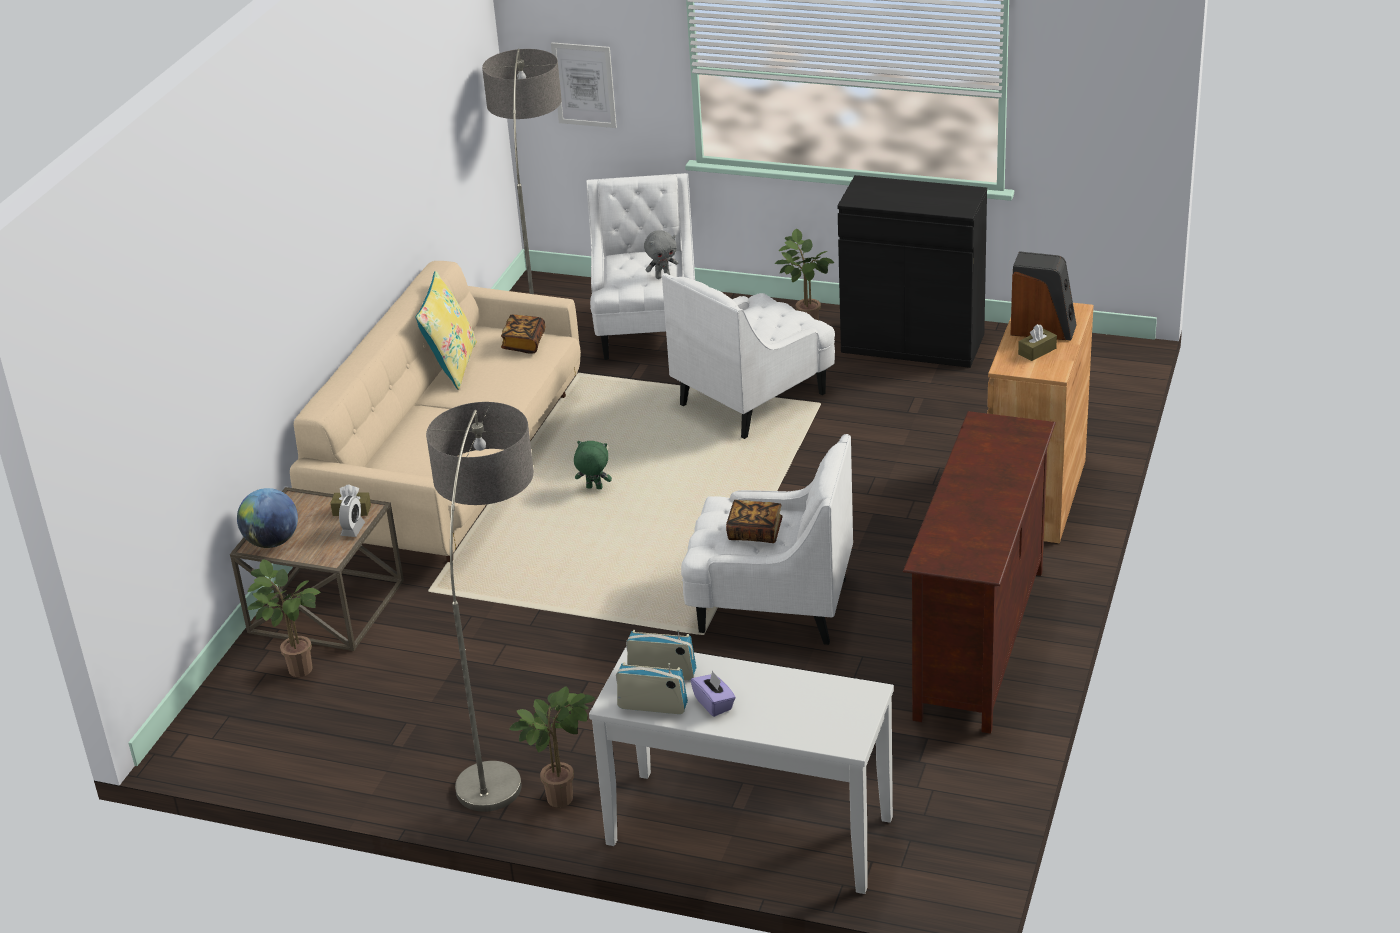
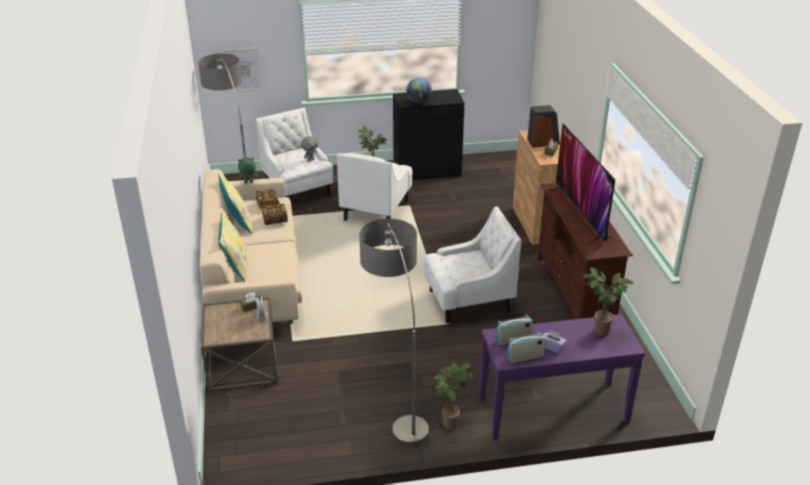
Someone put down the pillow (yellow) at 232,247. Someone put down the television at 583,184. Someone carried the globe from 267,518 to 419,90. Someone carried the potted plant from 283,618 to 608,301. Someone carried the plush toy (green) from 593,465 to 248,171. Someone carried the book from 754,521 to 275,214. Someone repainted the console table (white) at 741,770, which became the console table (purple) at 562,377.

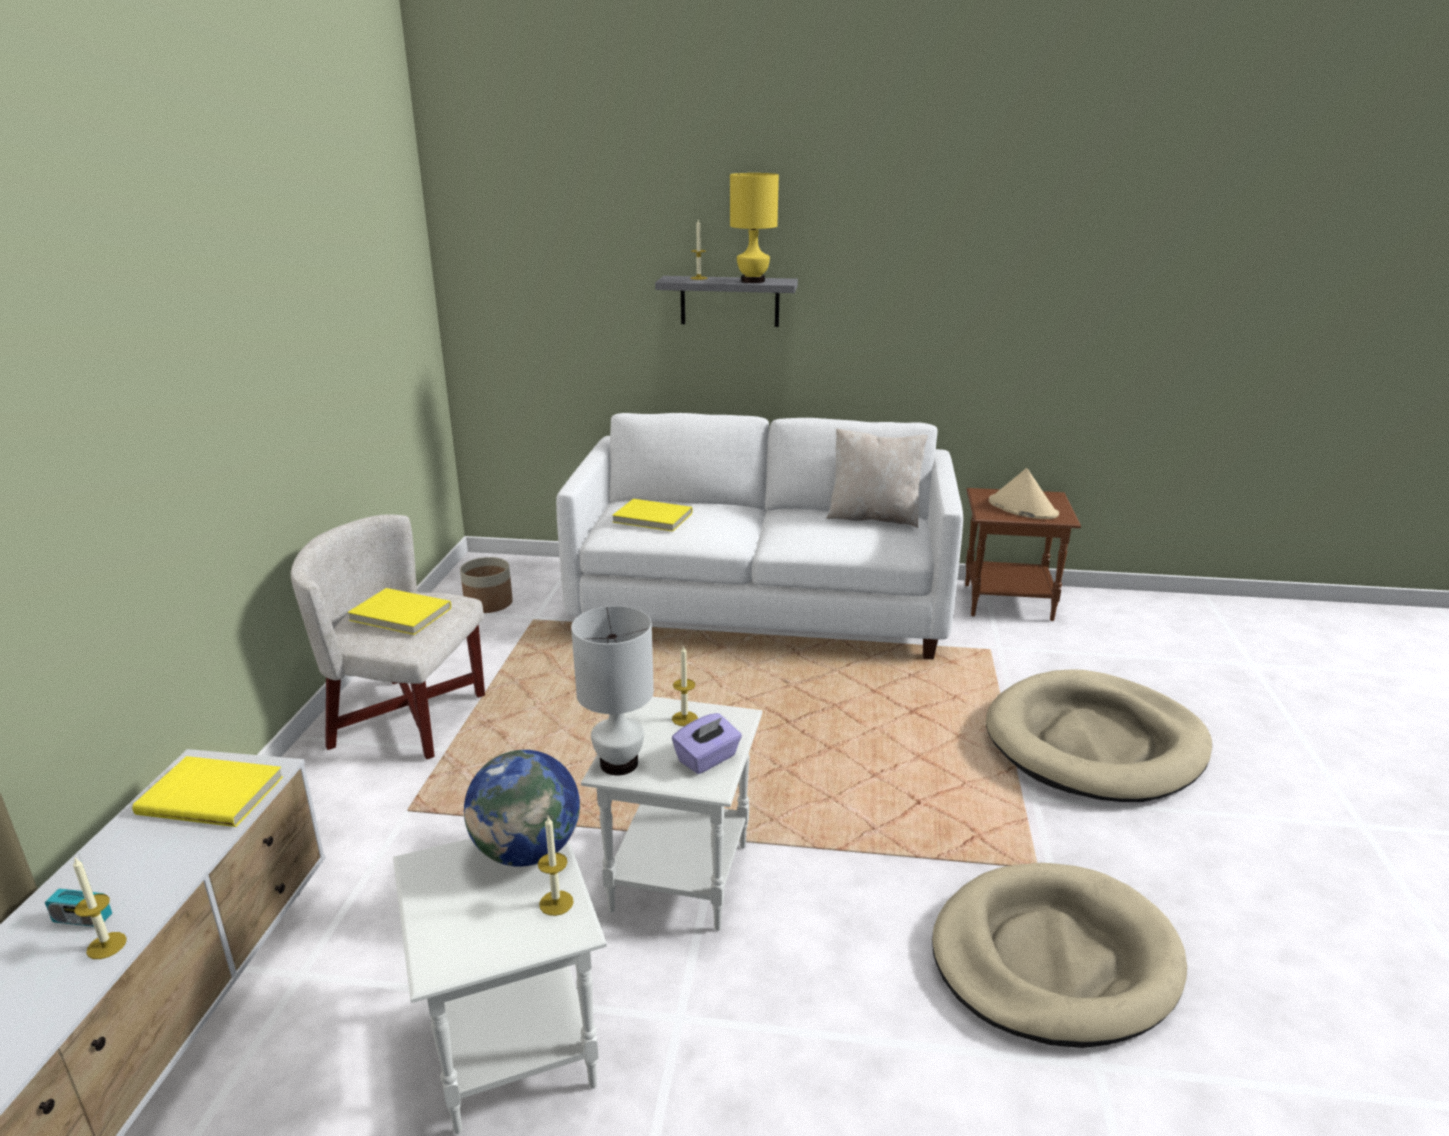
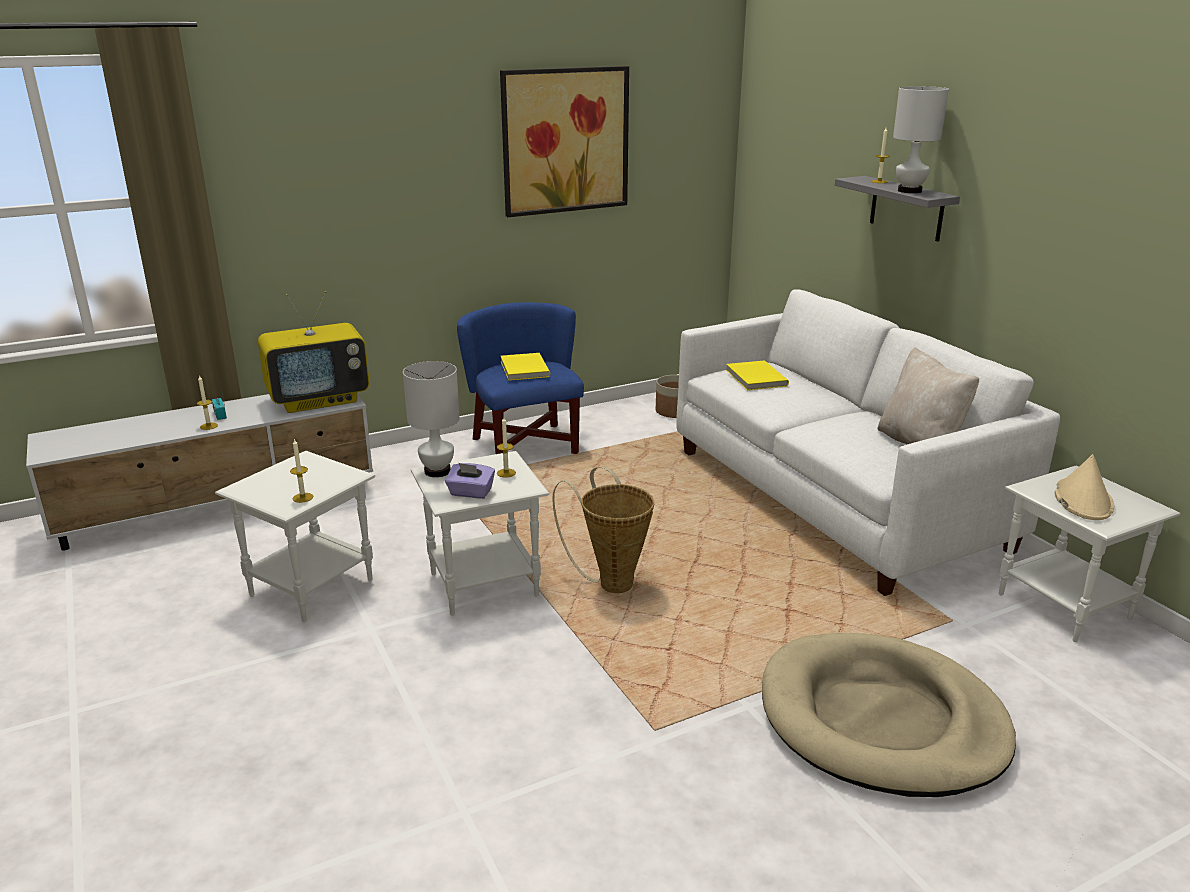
Someone took away the globe at 522,808. Someone took away the dog bed (beige) at 1059,955. Someone put up the picture at 564,141. Someone put down the basket at 603,529. Someone swapped the book (yellow) at 207,791 for the television at 314,352. Someone repainted the armchair (white) at 388,637, which became the armchair (blue) at 520,378. Someone repainted the table lamp (yellow) at 754,228, which became the table lamp (white) at 921,139. Someone repainted the side table (brown) at 1023,554, which became the side table (white) at 1090,553.

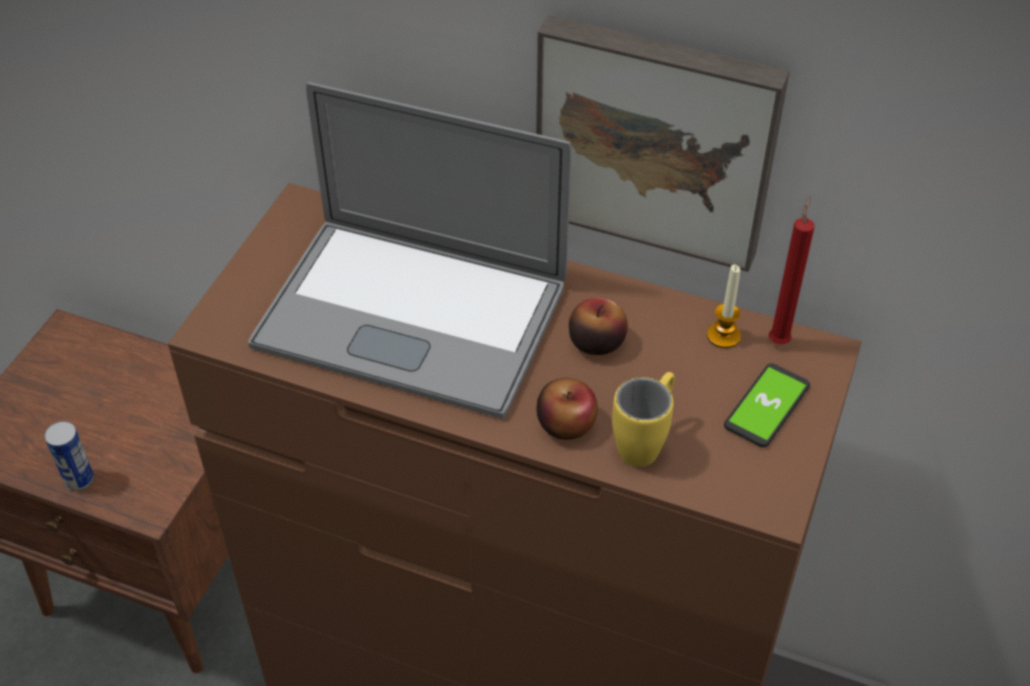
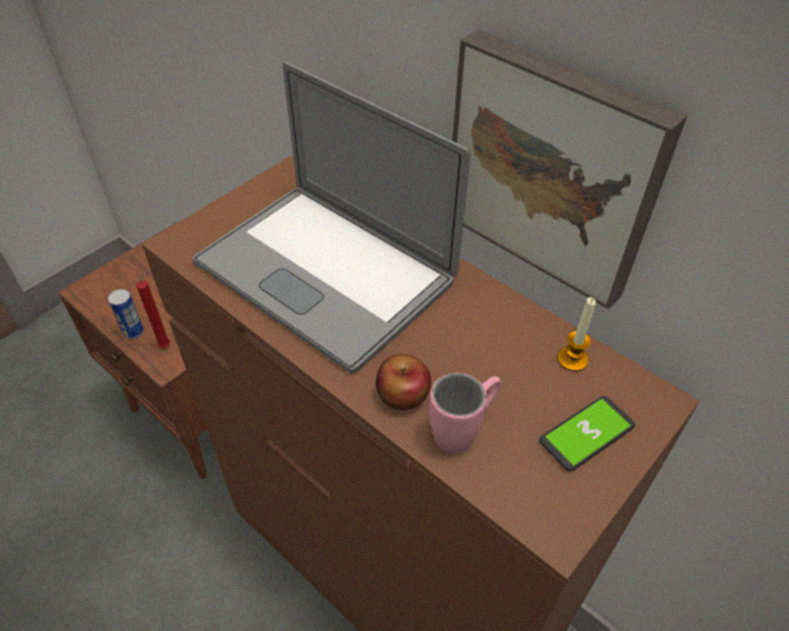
Someone took away the apple at 598,326. Someone carried the candle (red) from 791,270 to 153,309. Someone repainted the mug (yellow) at 643,419, which became the mug (pink) at 465,413.

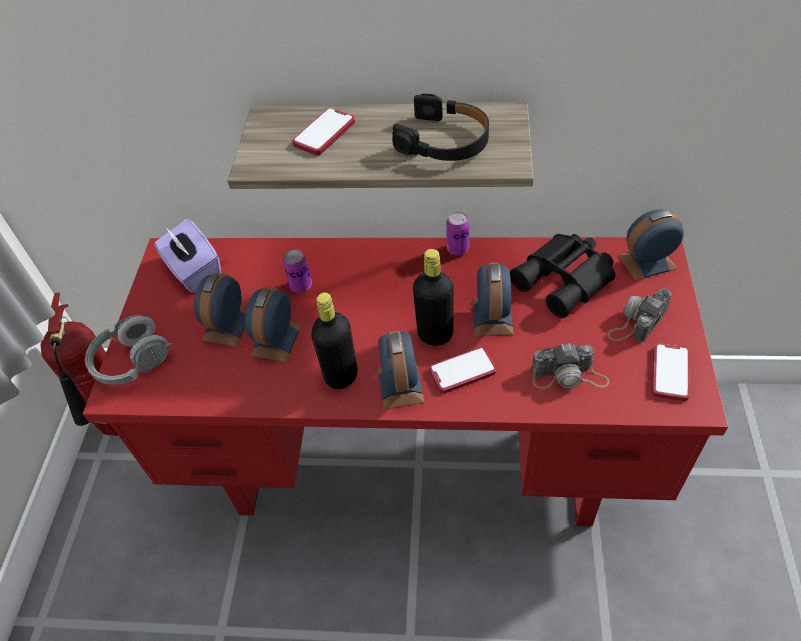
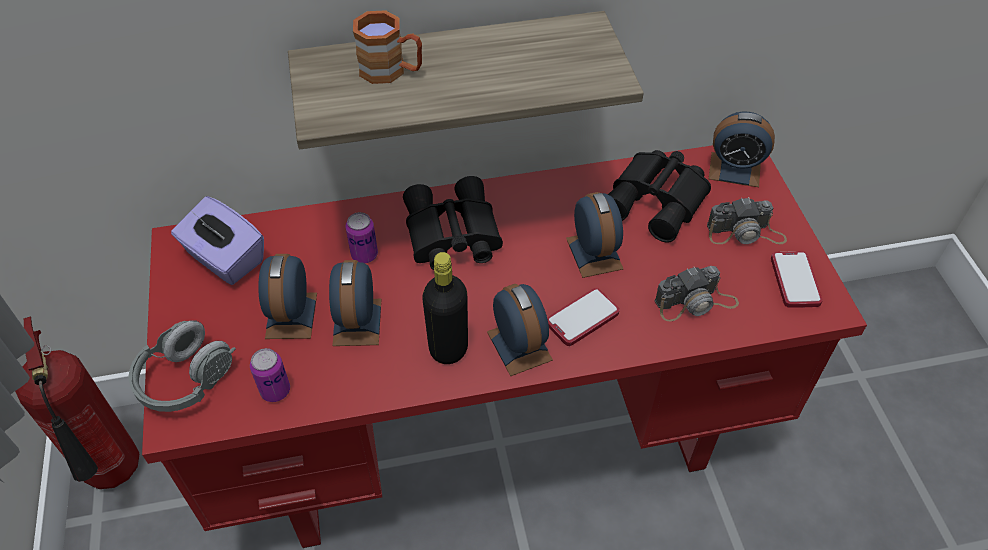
Someone took away the headphones (black) at 440,127. Someone took away the bottle (black) at 433,297. Someone put down the binoculars (black) at 453,223. Someone carried the can from 457,233 to 270,375. Someone swapped the phone at 323,132 for the mug (brown) at 387,47. Someone rotated the photo camera at 640,315 by 120 degrees counterclockwise. Someone rotated the alarm clock at 651,245 by 135 degrees counterclockwise.

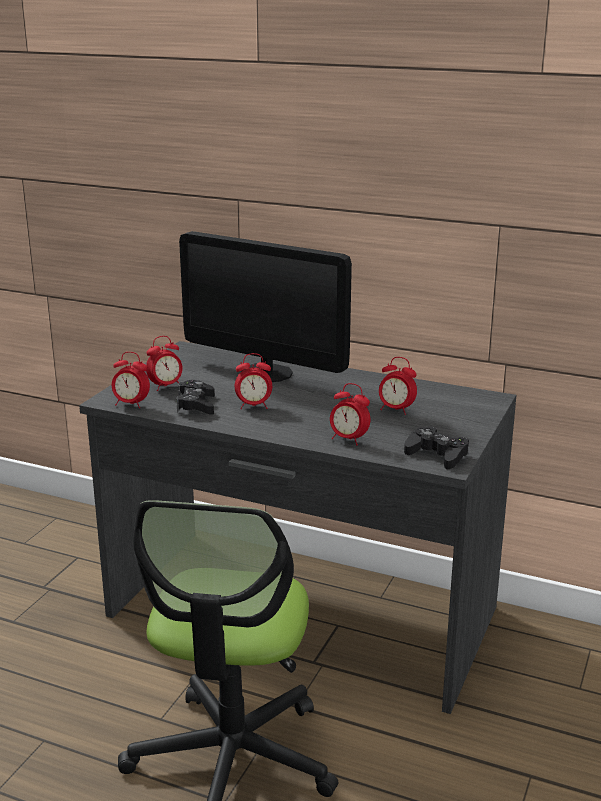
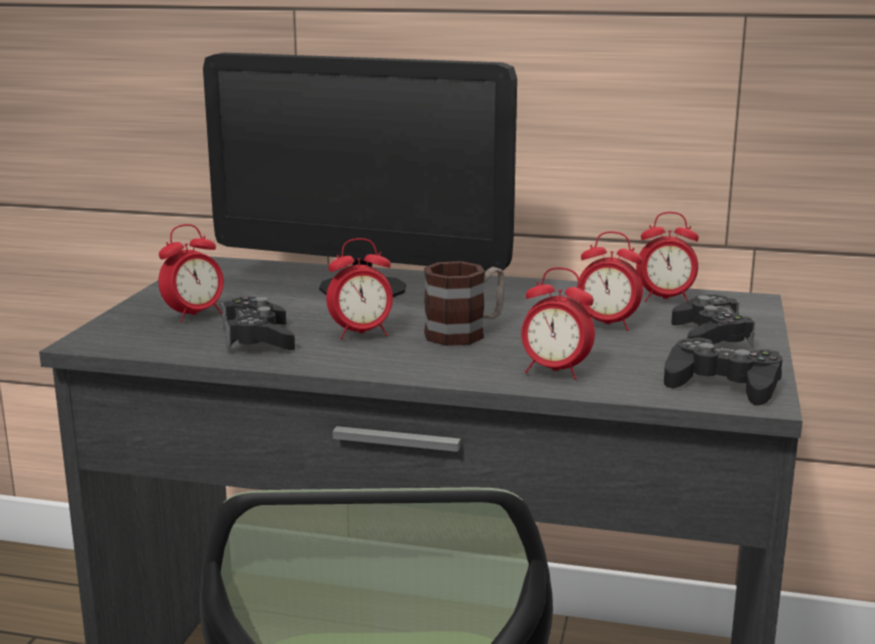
Someone put down the mug at 464,303. Someone put down the game controller (black) at 713,321. Someone carried the alarm clock from 131,380 to 667,257.

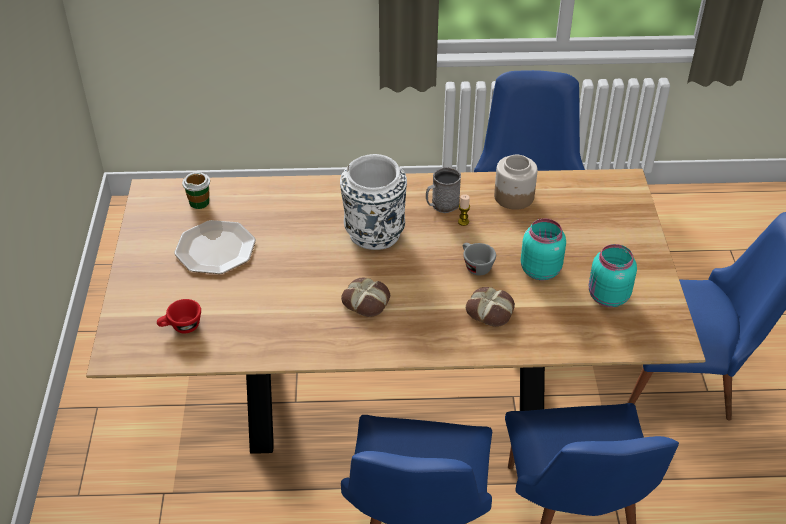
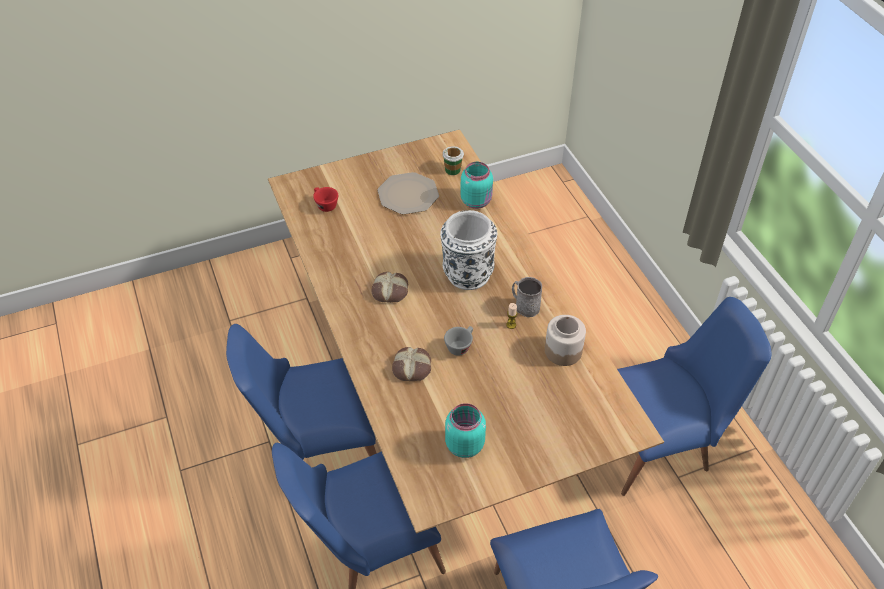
Someone carried the jar (turquoise) from 543,249 to 476,185.

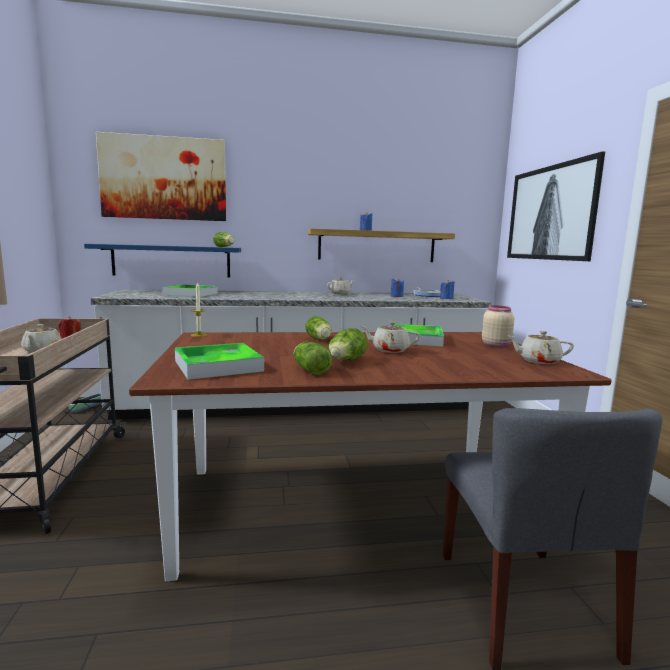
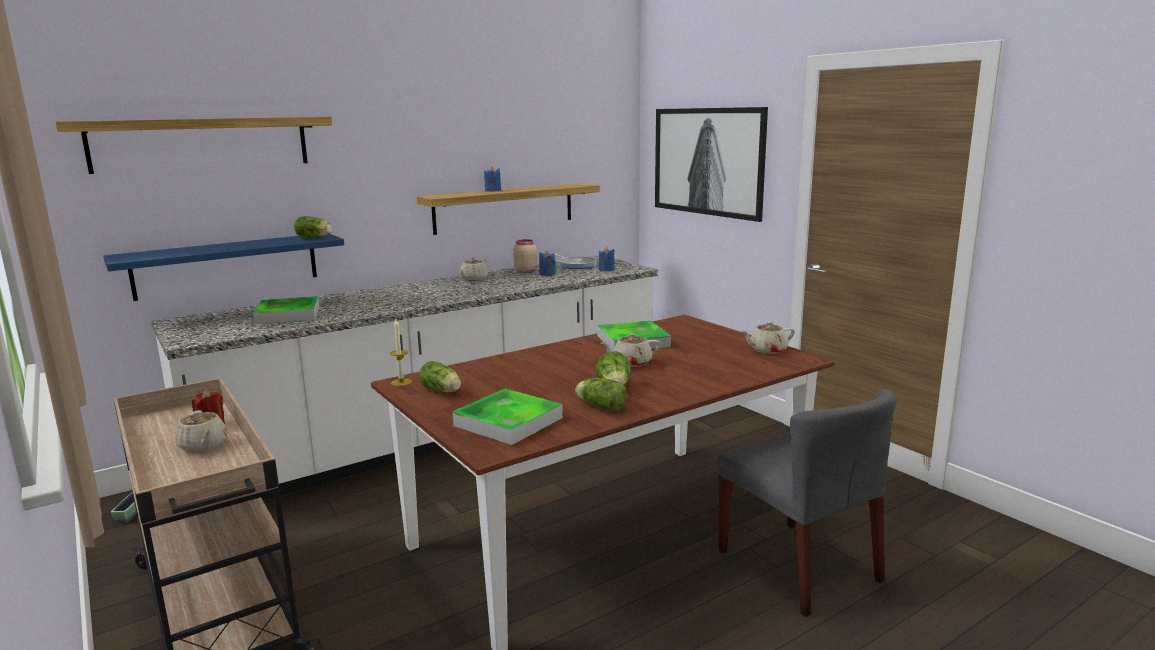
Someone carried the lettuce from 318,328 to 440,377. Someone carried the jar (beige) from 498,327 to 525,256. Someone swapped the picture at 161,176 for the shelf at 193,145.

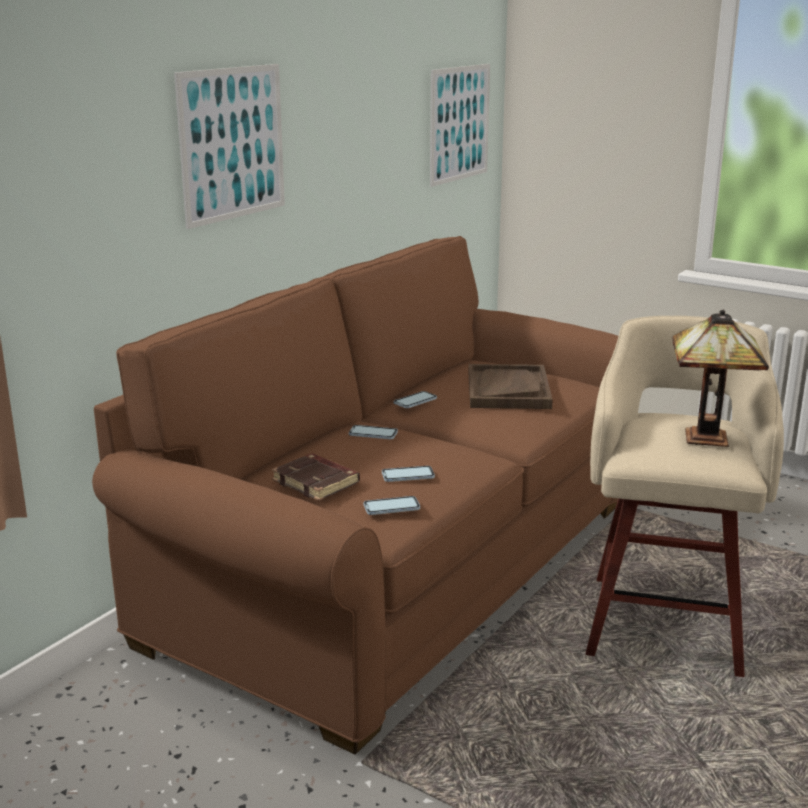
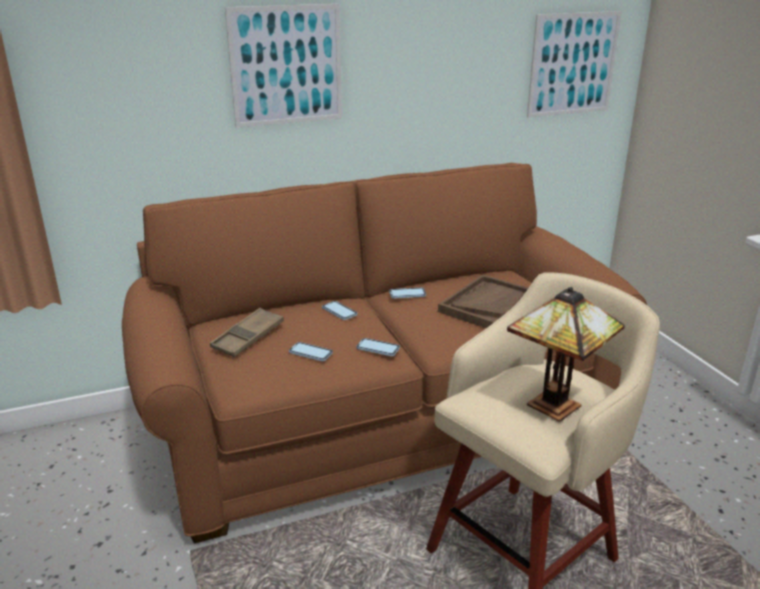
Someone carried the phone from 391,505 to 378,347. Someone swapped the book (brown) at 316,477 for the tray (brown) at 247,332.

